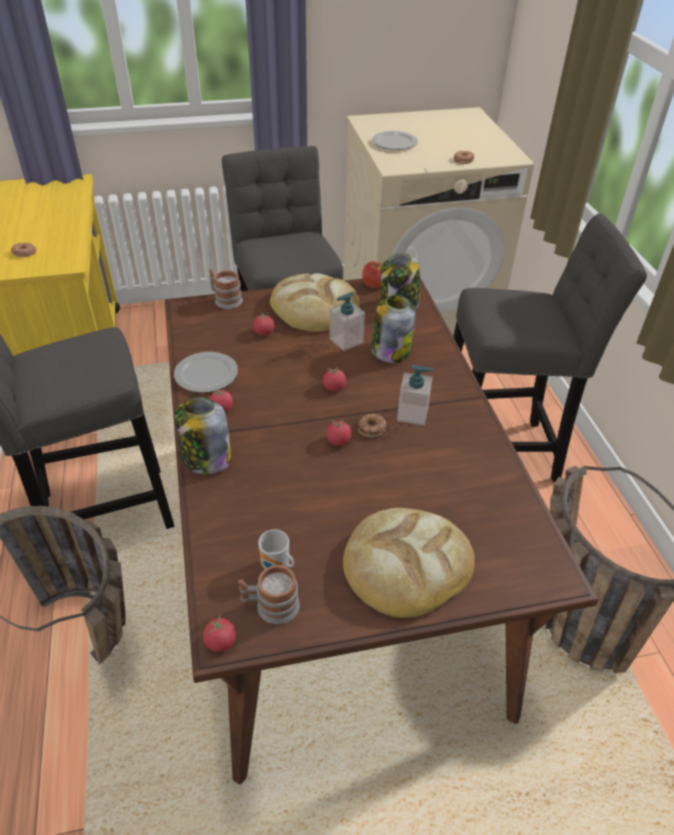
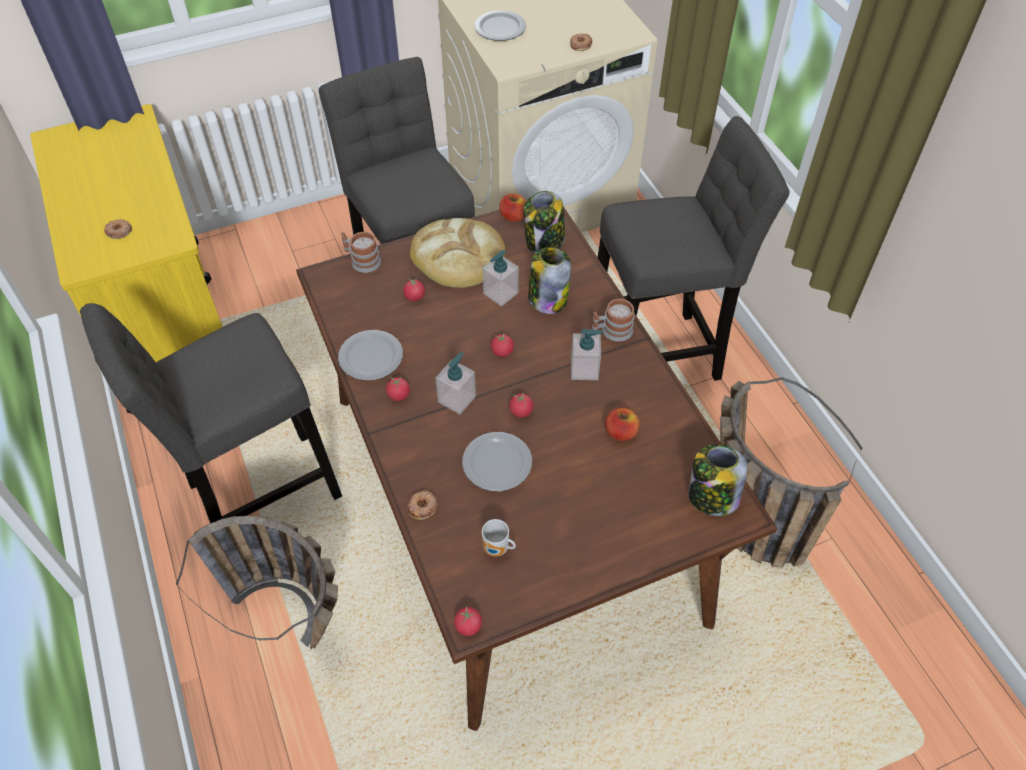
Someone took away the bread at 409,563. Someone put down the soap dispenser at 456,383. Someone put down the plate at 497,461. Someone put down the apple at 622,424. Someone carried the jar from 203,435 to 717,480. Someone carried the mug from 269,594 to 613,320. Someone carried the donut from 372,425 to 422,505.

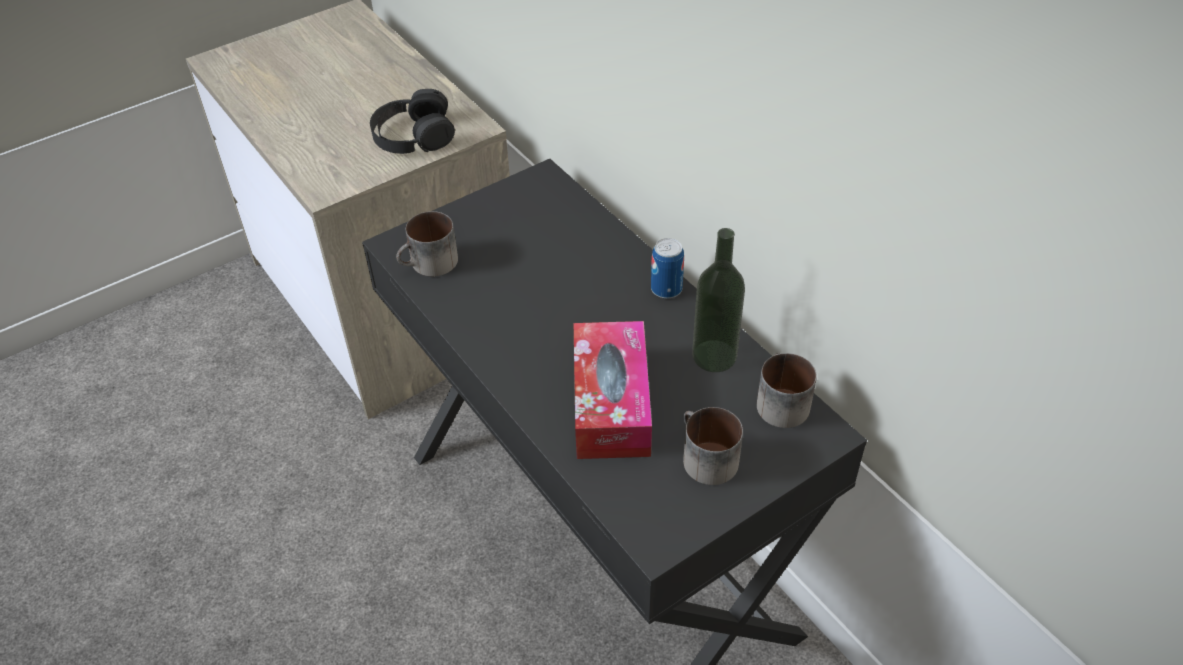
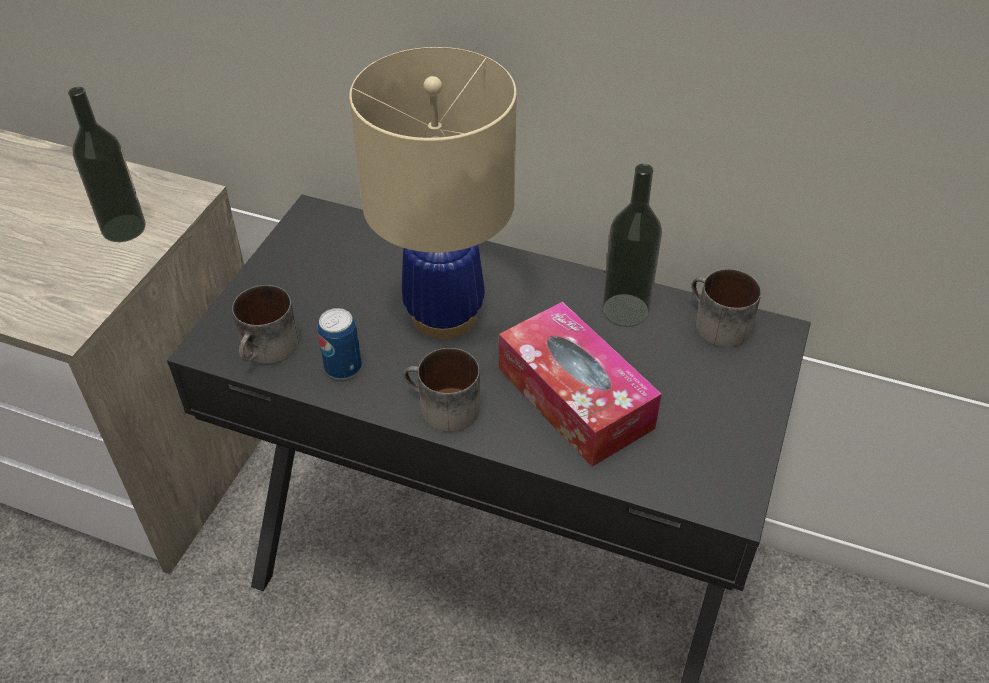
Someone put down the table lamp (beige) at 433,193. Someone carried the can from 667,268 to 340,343. Someone carried the mug from 713,446 to 442,390. Someone swapped the headphones (black) at 412,121 for the bottle at 107,164.

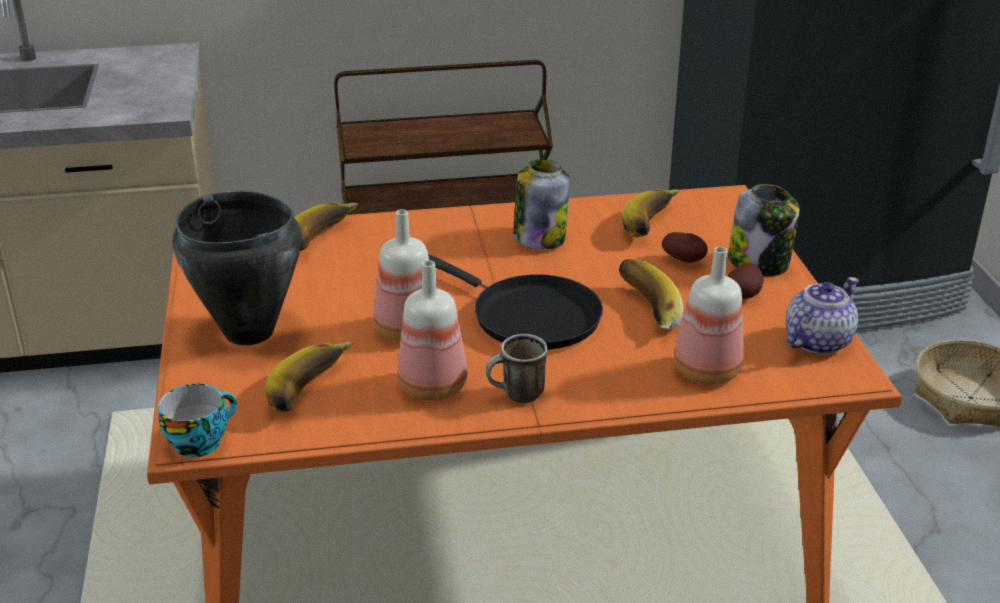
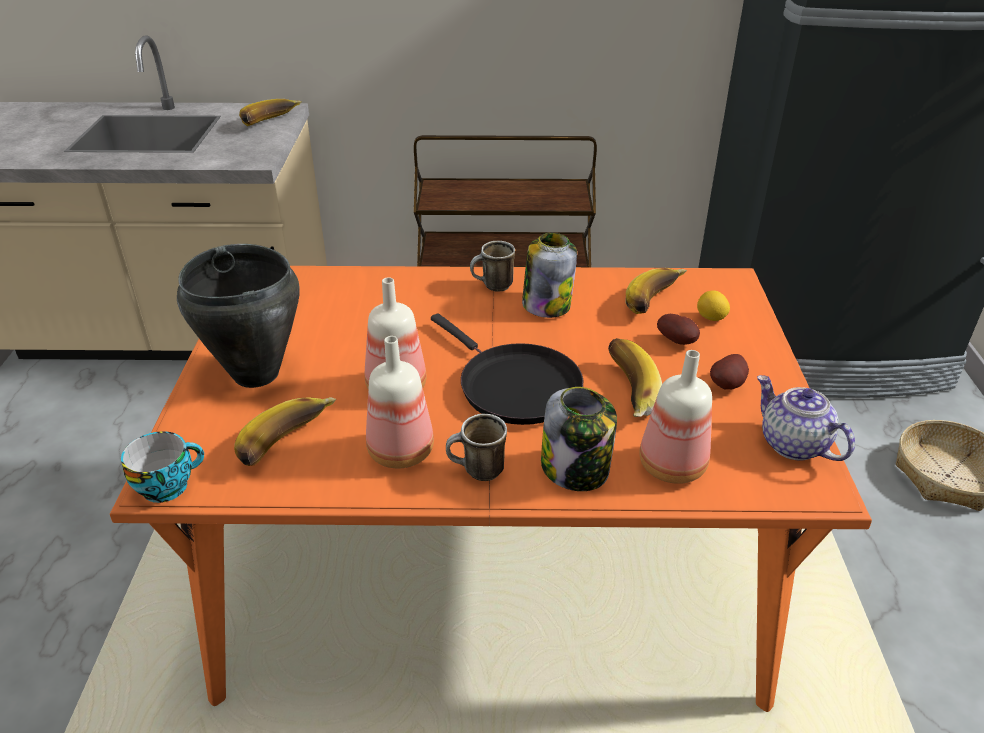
Someone put down the mug at 492,266. Someone put down the lemon at 713,305. Someone carried the banana from 326,227 to 270,112. Someone carried the jar from 764,230 to 579,439. Someone rotated the teapot at 822,316 by 90 degrees counterclockwise.

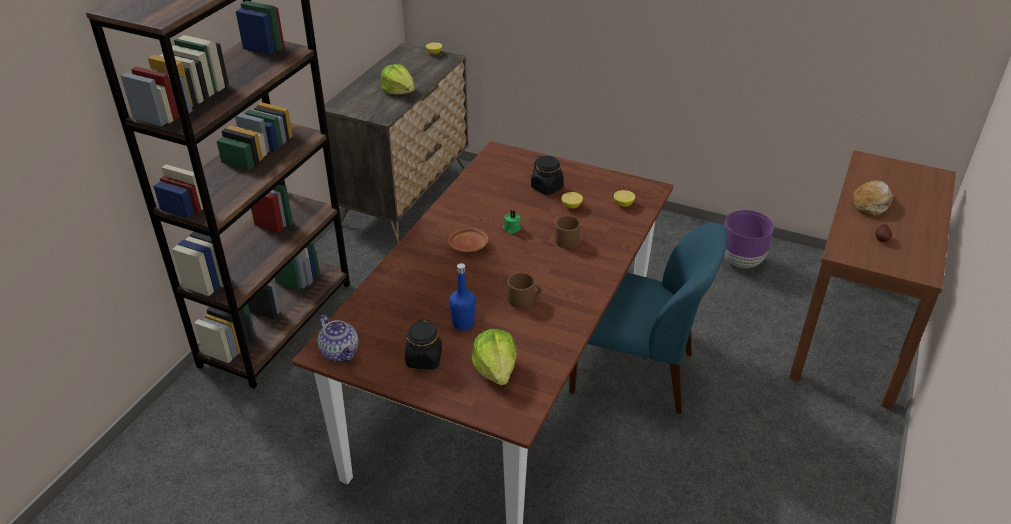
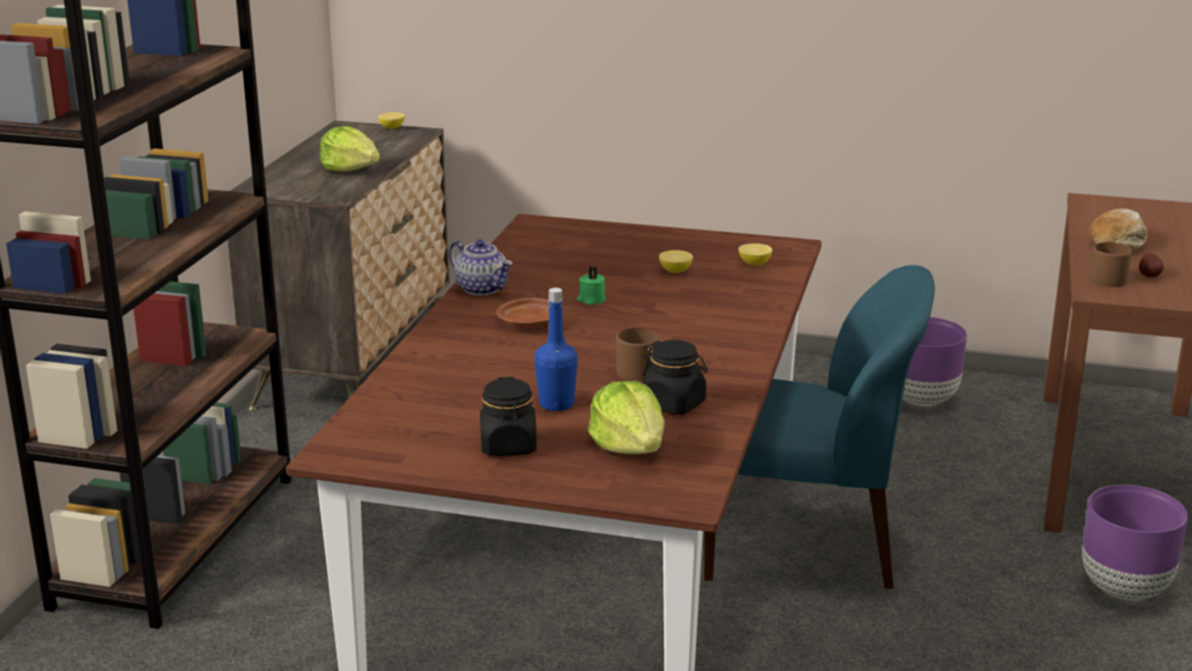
Someone put down the planter (purple) at 1135,542. Someone carried the teapot from 337,338 to 481,267. Someone carried the jar (black) from 547,175 to 674,377. Someone carried the mug (brown) from 567,232 to 1110,264.

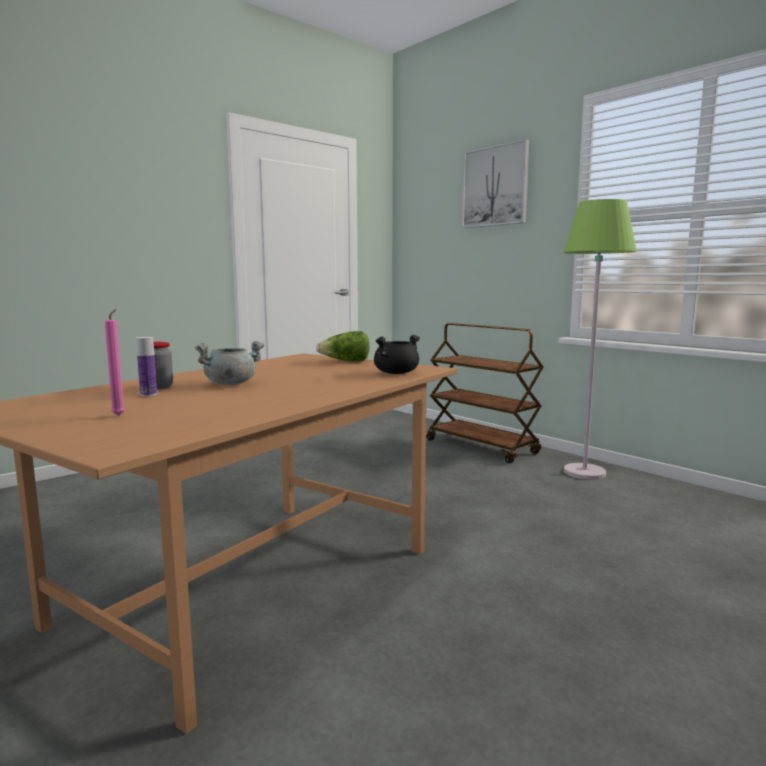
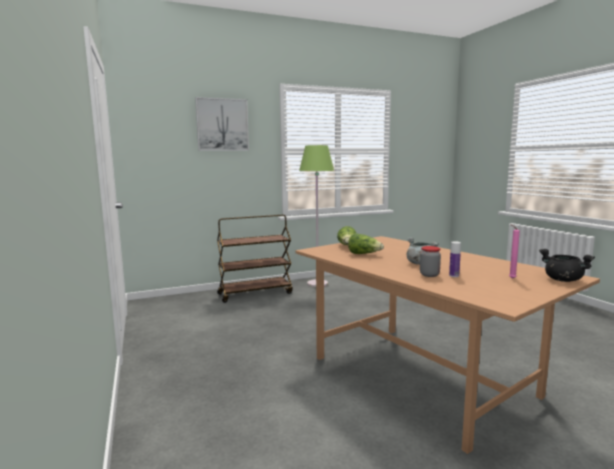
Someone put down the lettuce at 366,243. Someone carried the cooking pot (black) from 397,354 to 567,265.

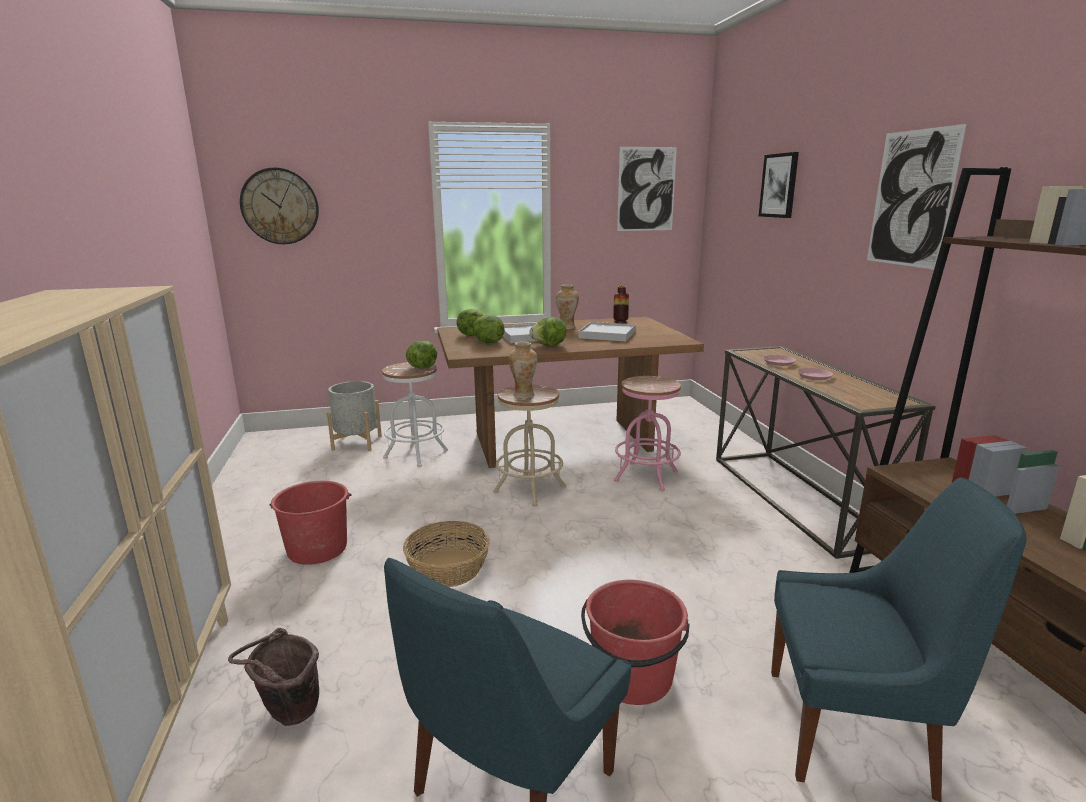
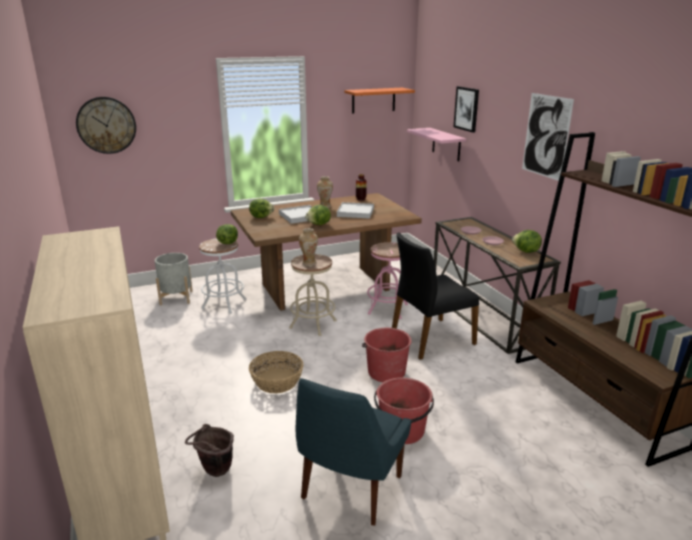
Someone took away the chair (blue) at 898,639. Someone put down the chair (black) at 435,296. Someone put up the shelf (pink) at 436,145. Someone carried the bucket (red) from 310,523 to 387,355. Someone carried the lettuce from 489,329 to 527,241. Someone swapped the picture at 647,189 for the shelf (orange) at 379,101.

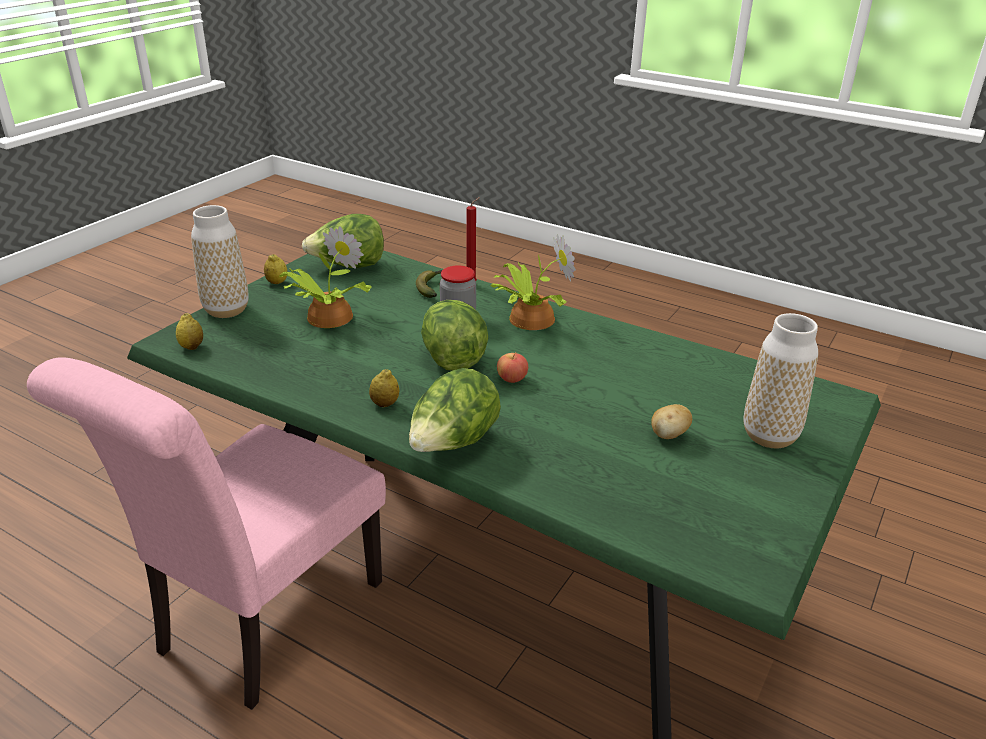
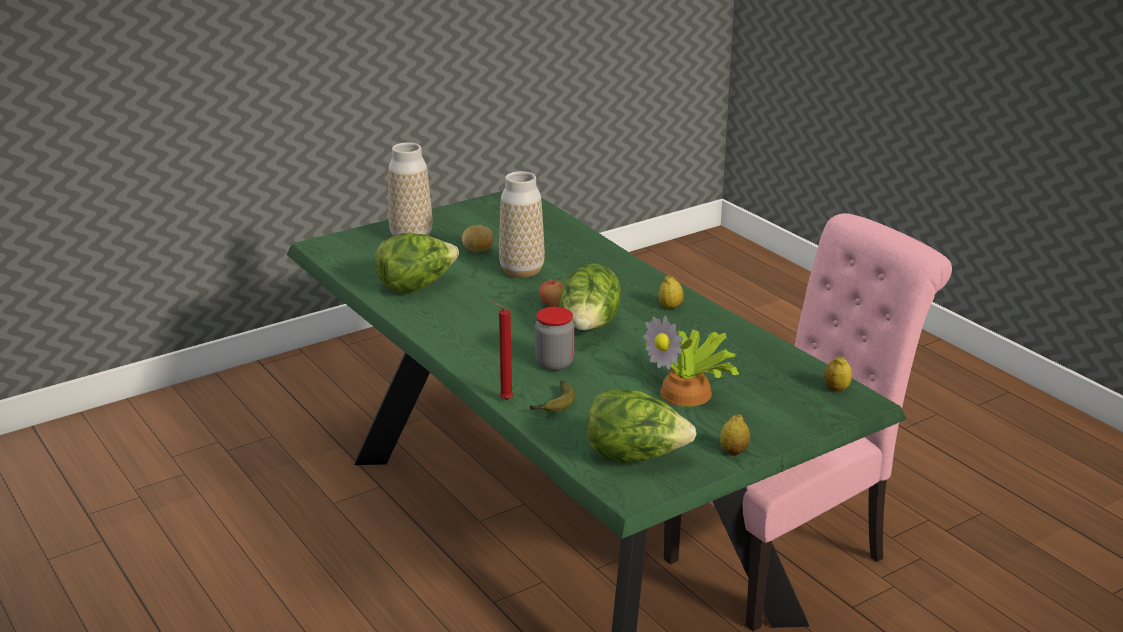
Someone took away the potted plant at 533,282. Someone carried the vase from 220,261 to 522,224. Someone carried the lettuce from 455,410 to 417,262.

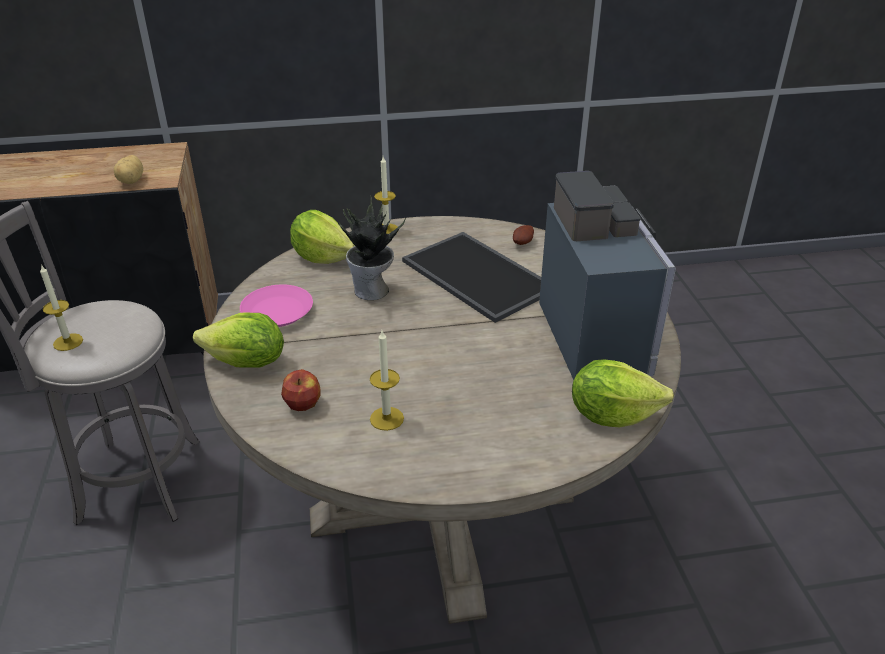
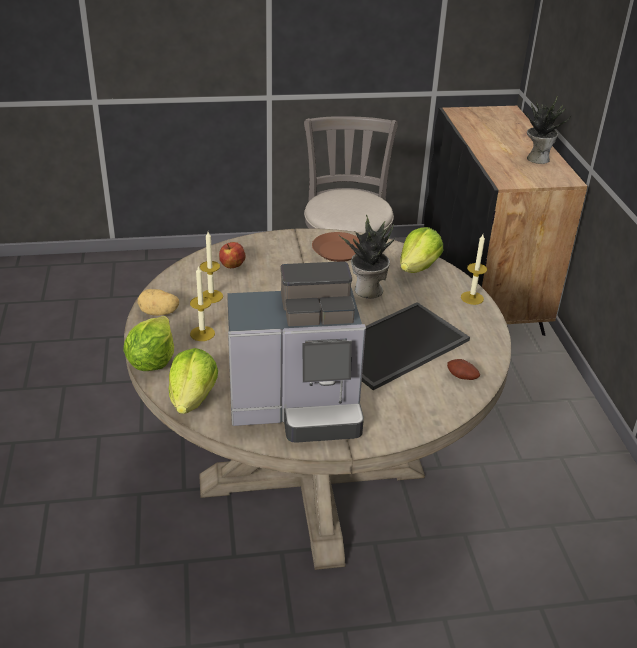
Someone put down the potted plant at 549,130. Someone carried the candle from 61,308 to 202,303. Someone carried the potato from 128,169 to 158,302. Someone carried the lettuce from 238,340 to 148,343. Someone repainted the plate (pink) at 276,305, which became the plate (brown) at 336,247.

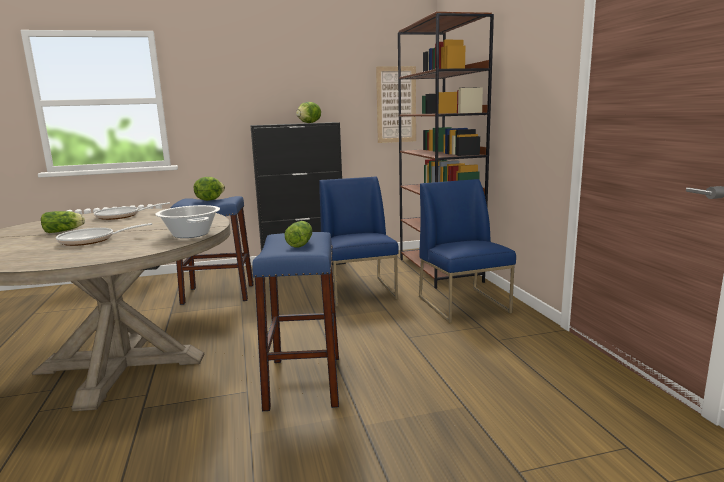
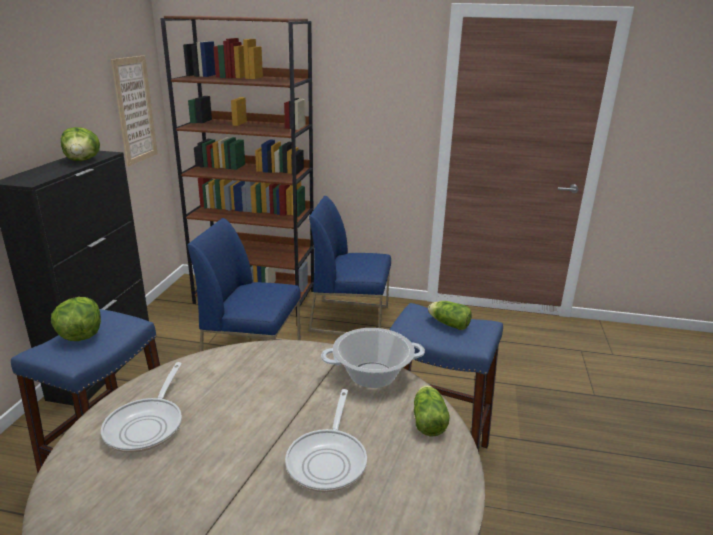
Someone carried the lettuce from 63,222 to 432,411.

